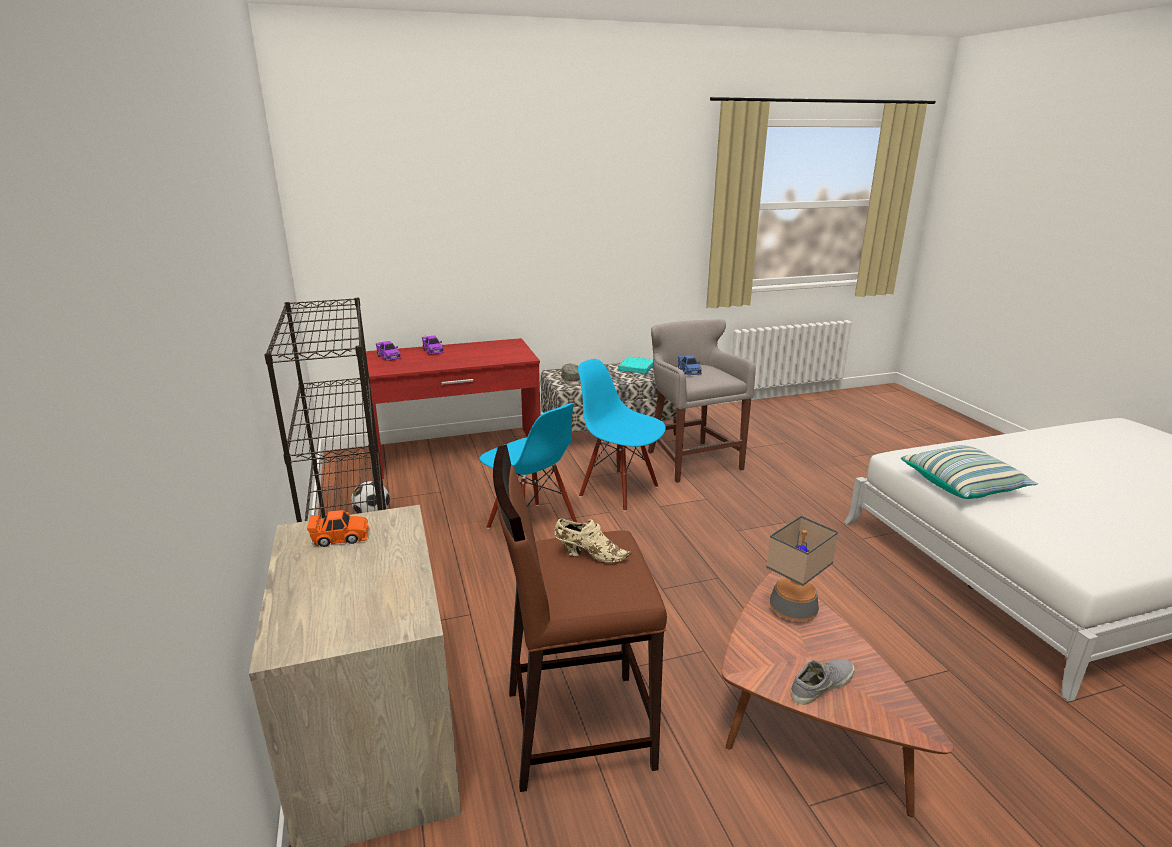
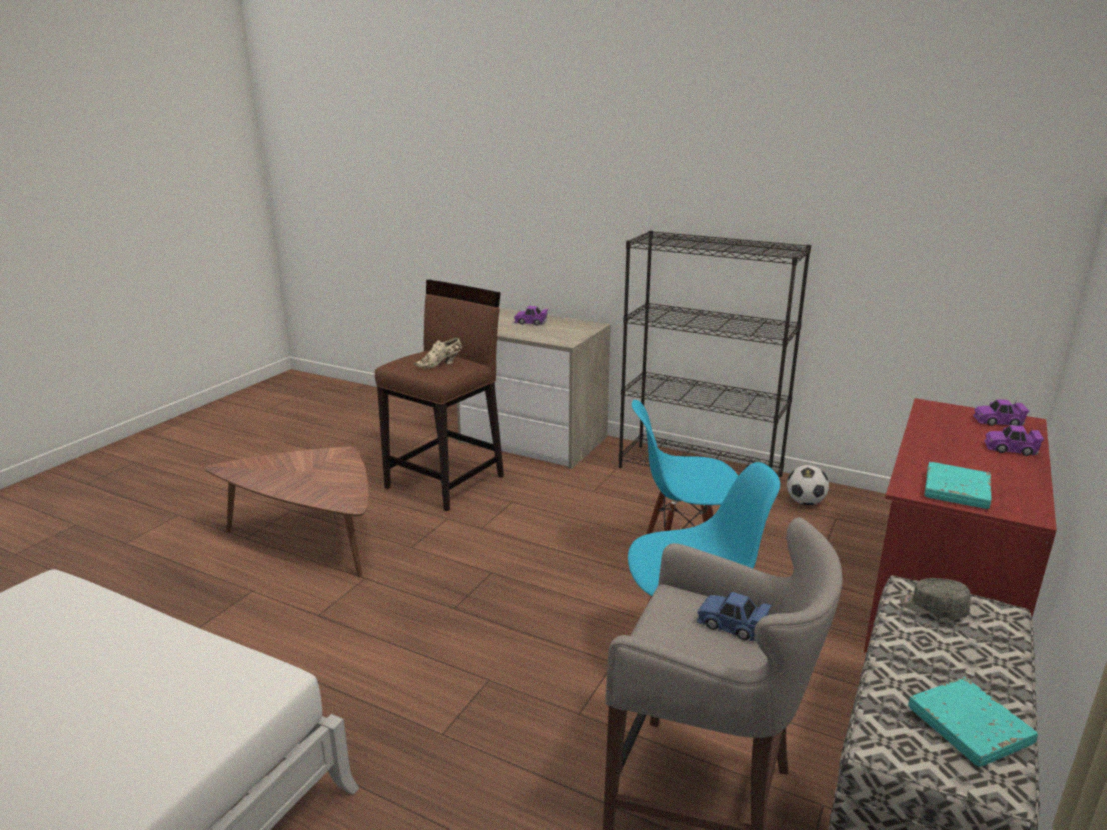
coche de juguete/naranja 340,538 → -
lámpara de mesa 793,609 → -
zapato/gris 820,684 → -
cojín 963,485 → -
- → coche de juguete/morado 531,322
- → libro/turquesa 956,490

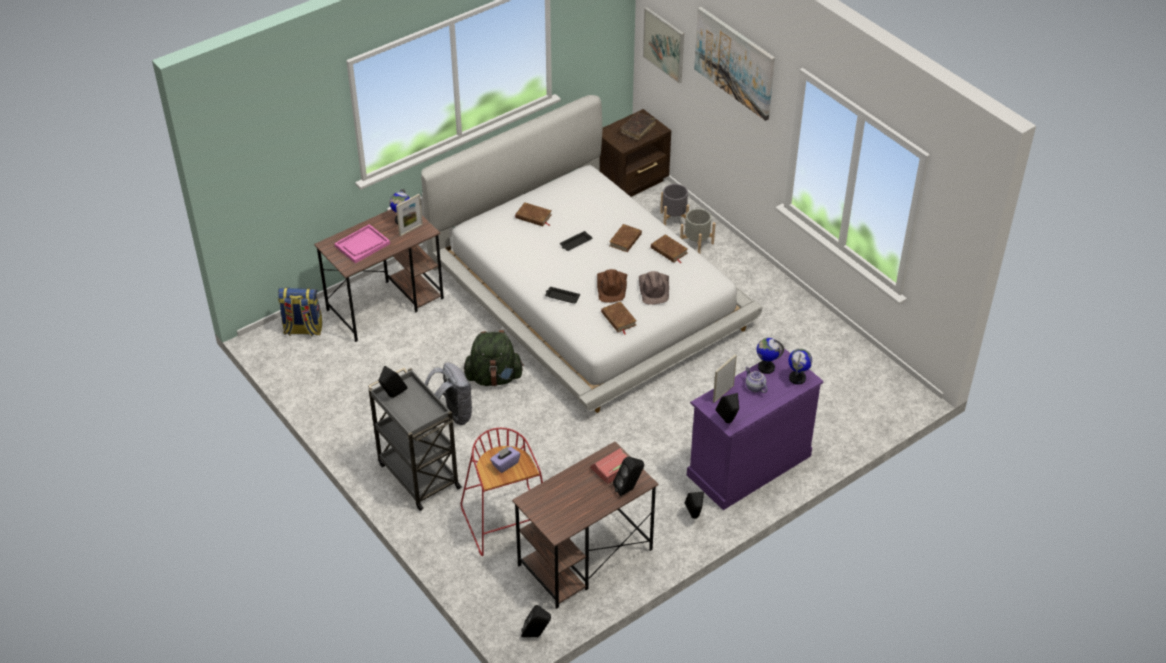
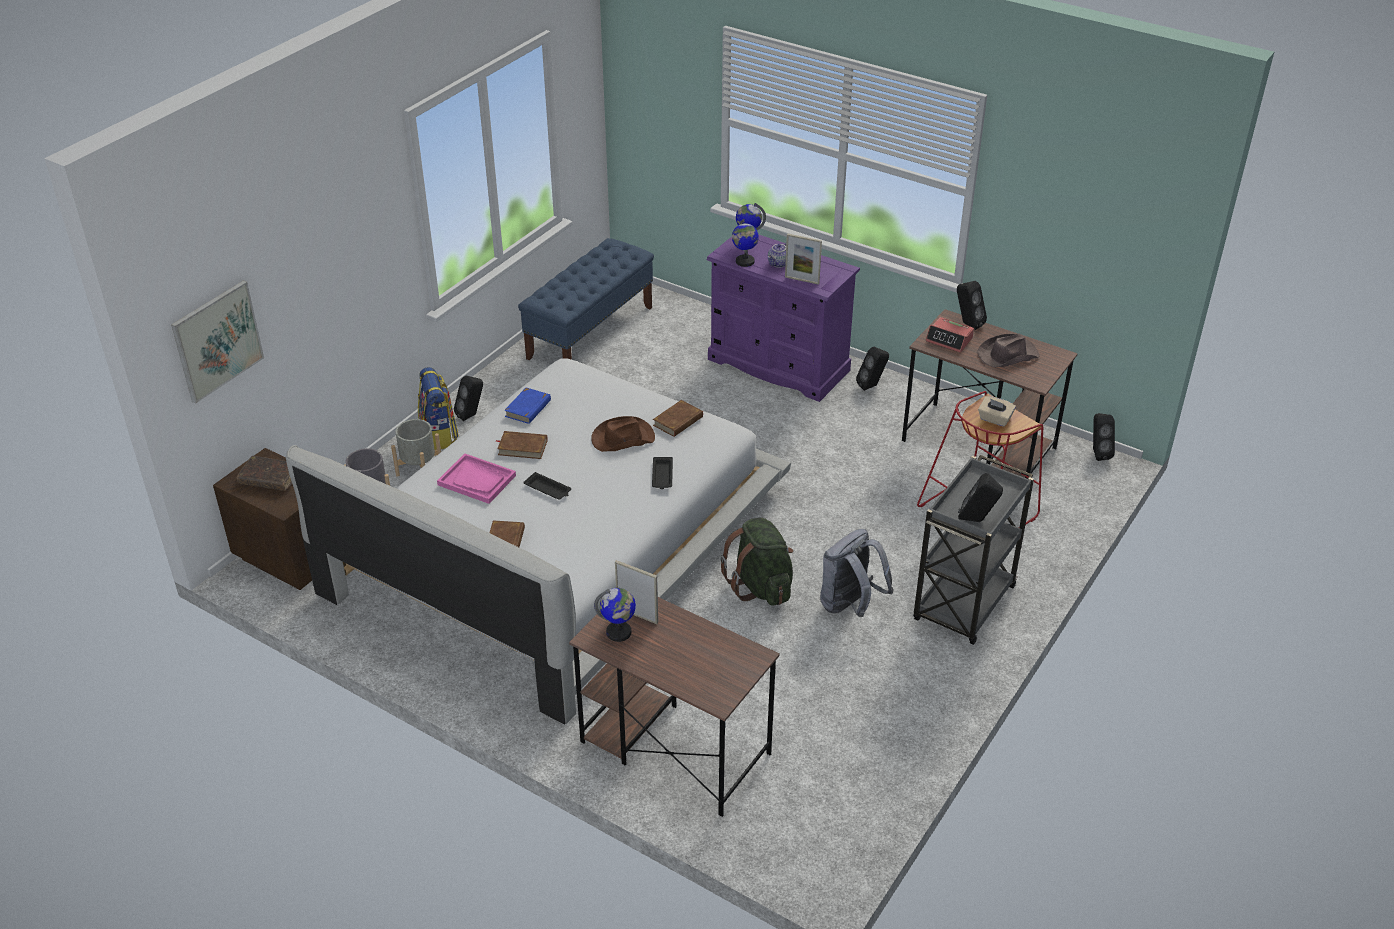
mochila 303,329 → mochila 439,435, move
bandeja/rosa 362,245 → bandeja/rosa 477,480, move
caja de pañuelos/morado 505,464 → caja de pañuelos/beis 994,419
sombrero/marrón 654,289 → sombrero/marrón 1007,355, move
libro/marrón 669,251 → libro/azul 528,408
cuadro 734,62 → -
altavoz/negro 728,422 → altavoz/negro 471,415, move
- → banco/azul 590,332

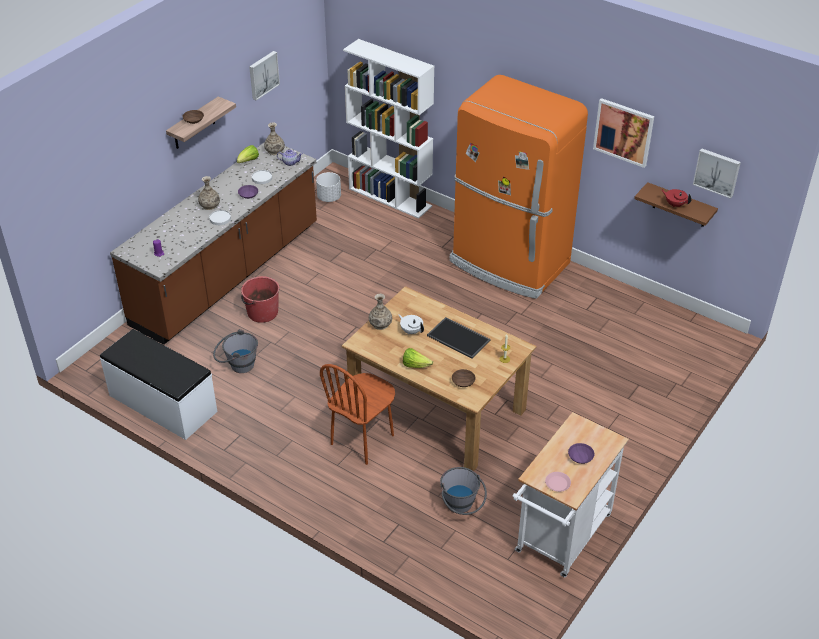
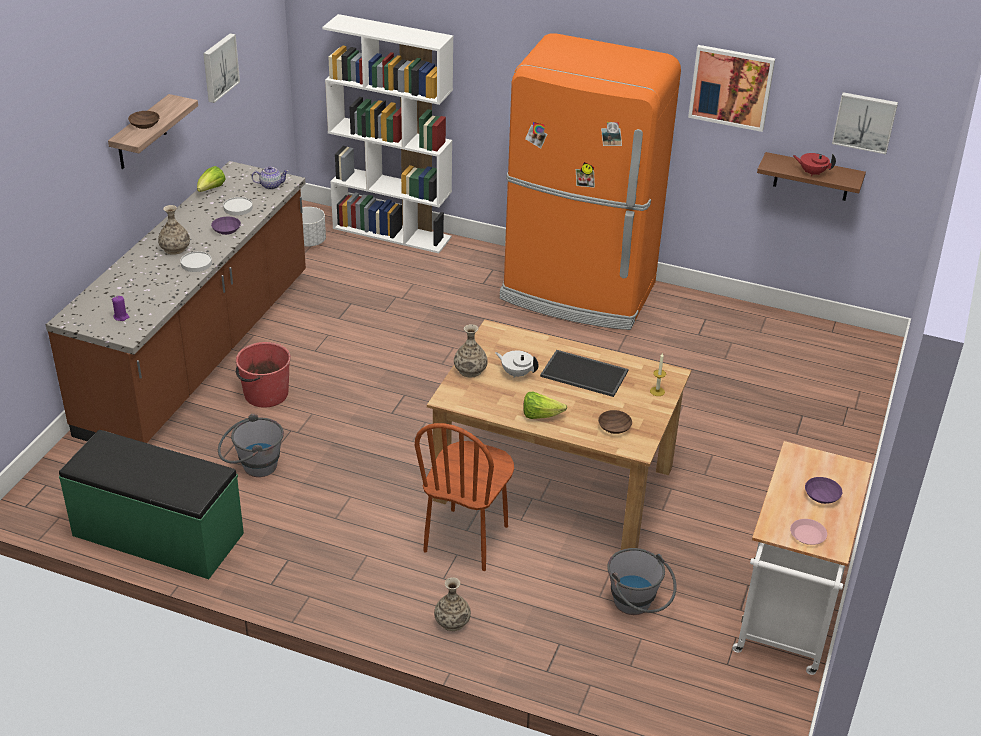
banco/blanco 162,404 → banco/verde 157,535
florero 274,151 → florero 452,621, move

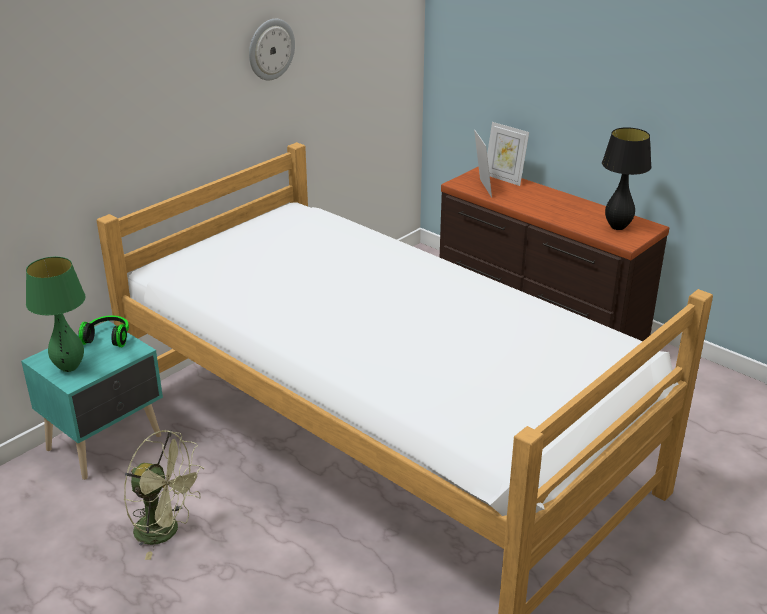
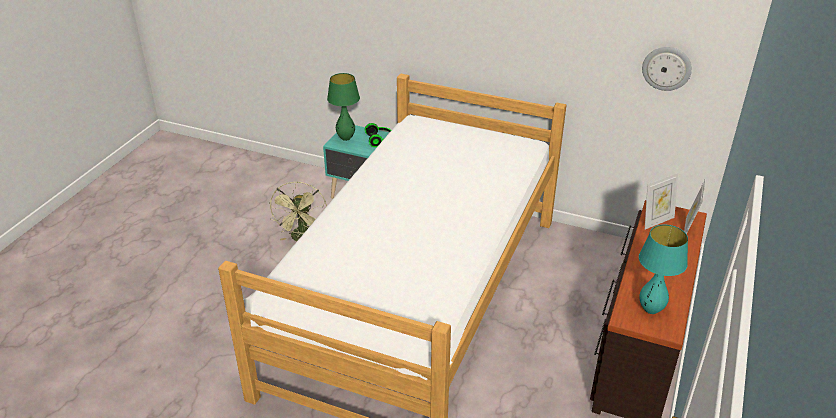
reloj de pared 270,49 → reloj de pared 666,68, move
lámpara de mesa/negro 617,227 → lámpara de mesa/turquesa 650,309

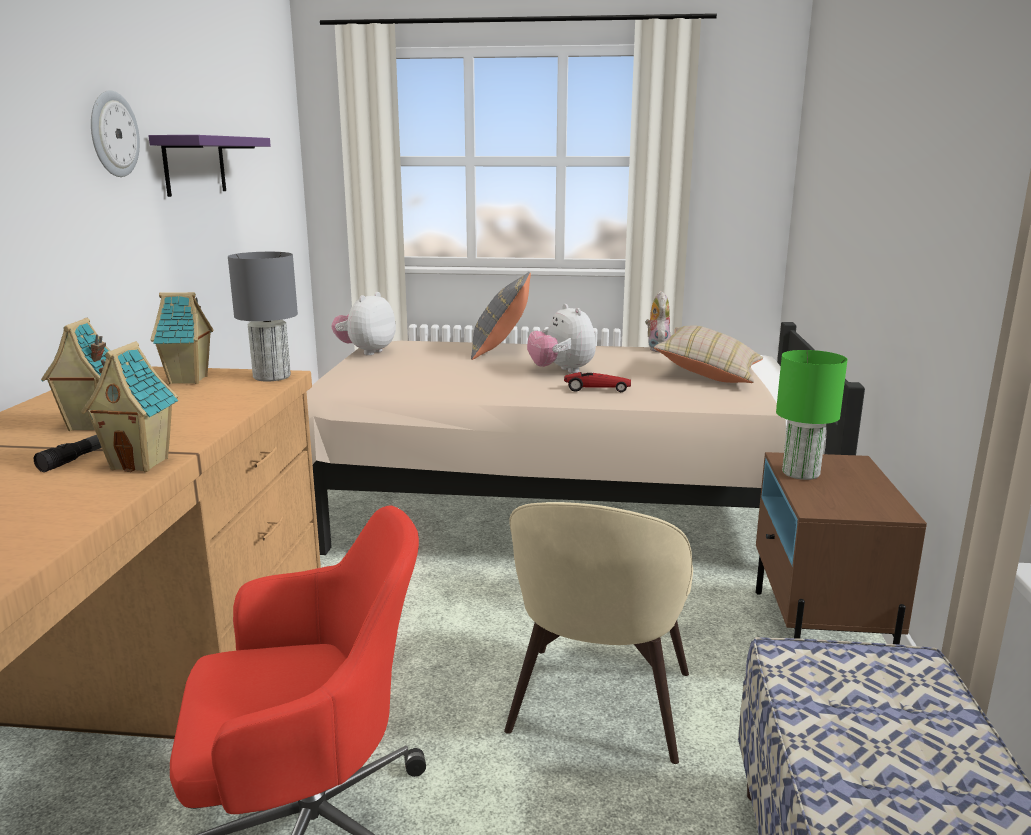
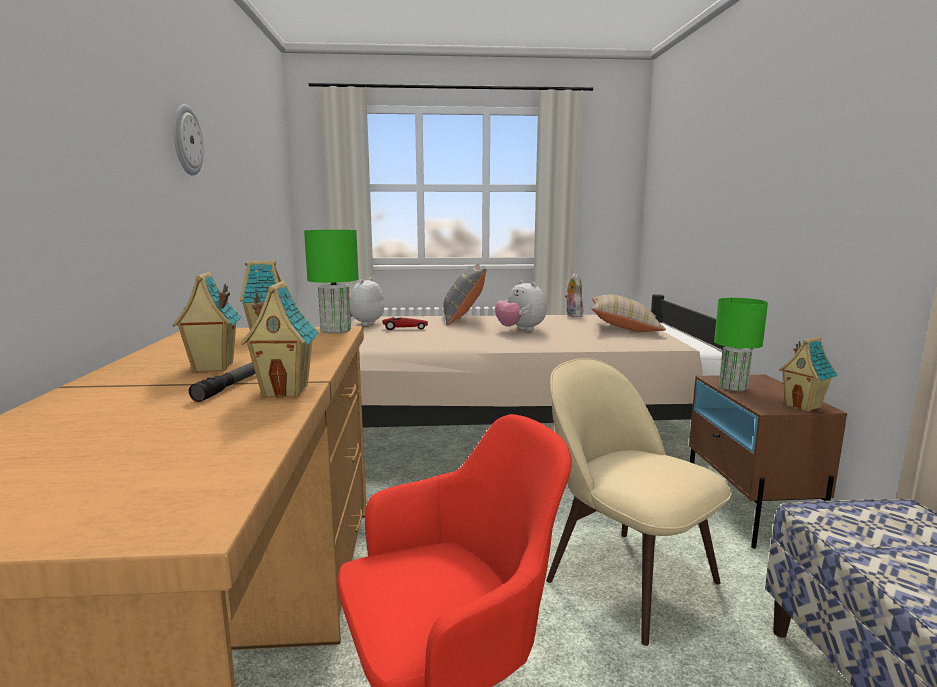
estante/morado 194,165 → -
lámpara de mesa/gris 273,376 → lámpara de mesa/verde 336,330
silla/beis 599,707 → silla/beis 626,577, 135 degrees clockwise
coche de juguete 597,389 → coche de juguete 405,328, move
- → casita 803,406

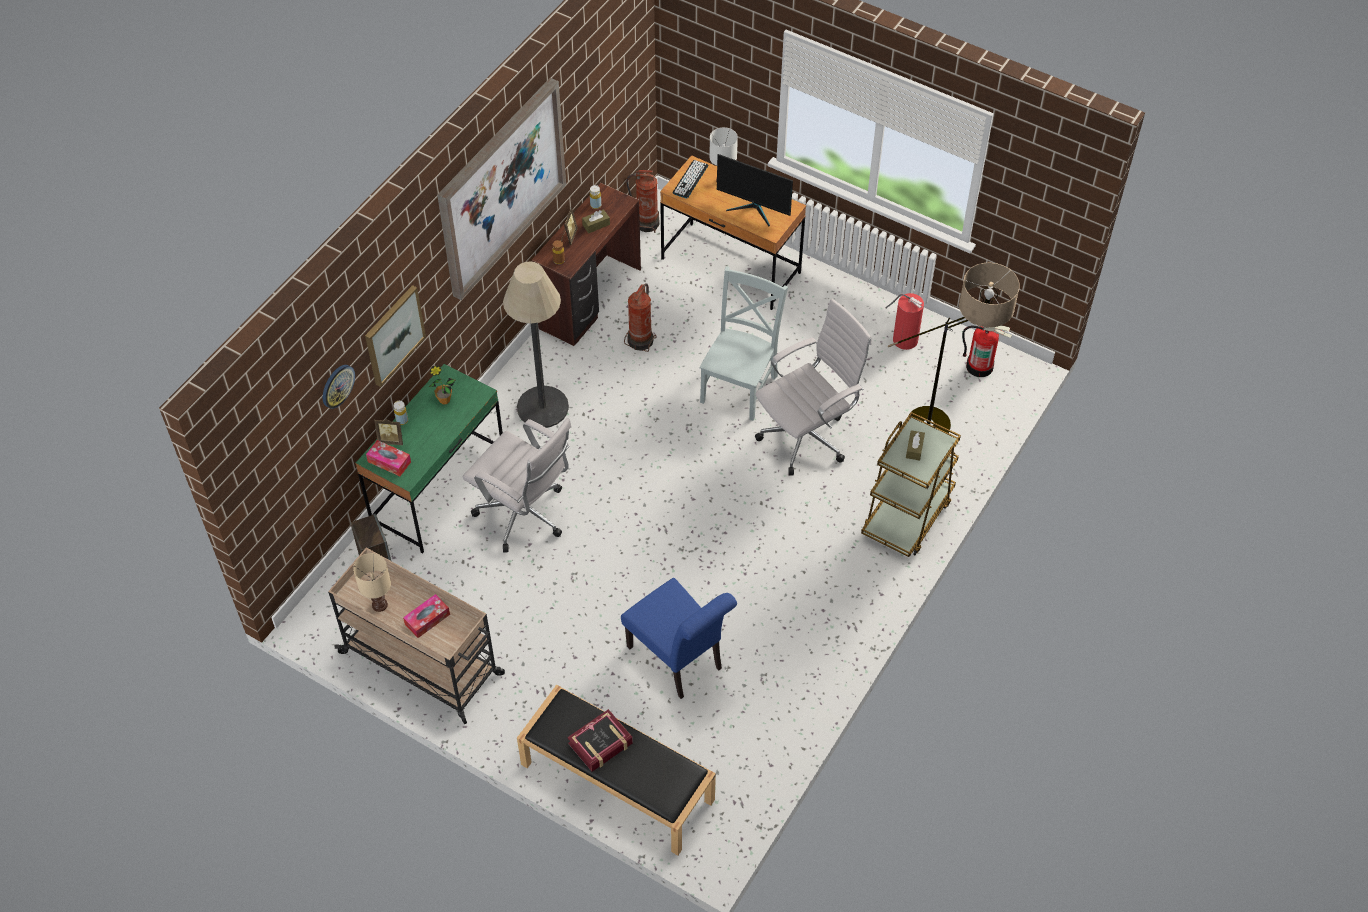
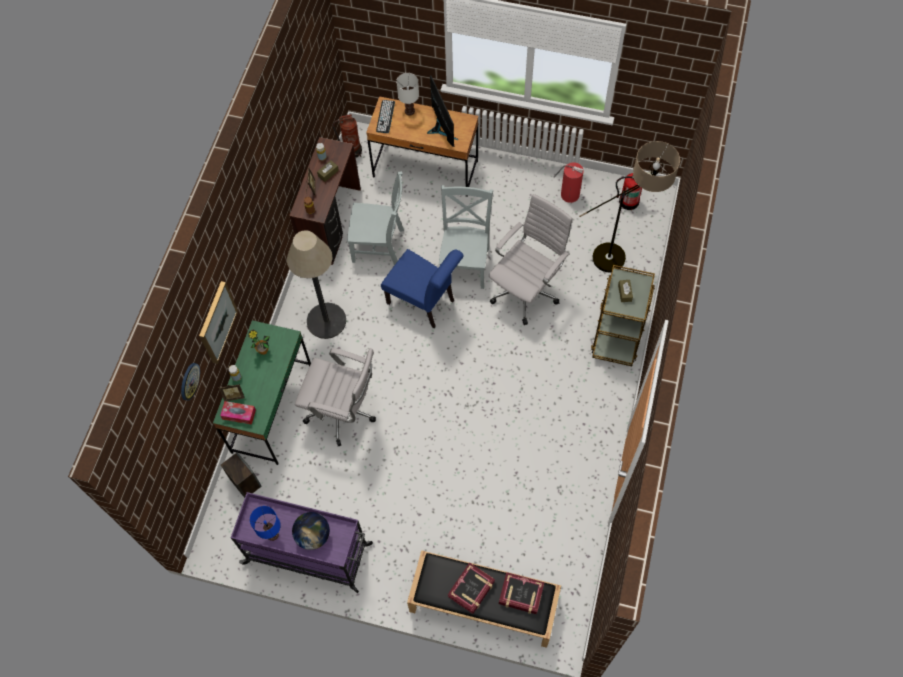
carrito/beis 423,664 → carrito/morado 309,554
lámpara de mesa/beis 380,605 → lámpara de mesa/azul 273,534
caja de pañuelos 427,619 → globo terráqueo 313,535
cuadro 501,187 → -
silla/azul 679,661 → silla/azul 424,303, move
extintor 641,340 → silla/gris 380,246
monitor 754,209 → monitor 441,128, 120 degrees counterclockwise
- → libro 521,594

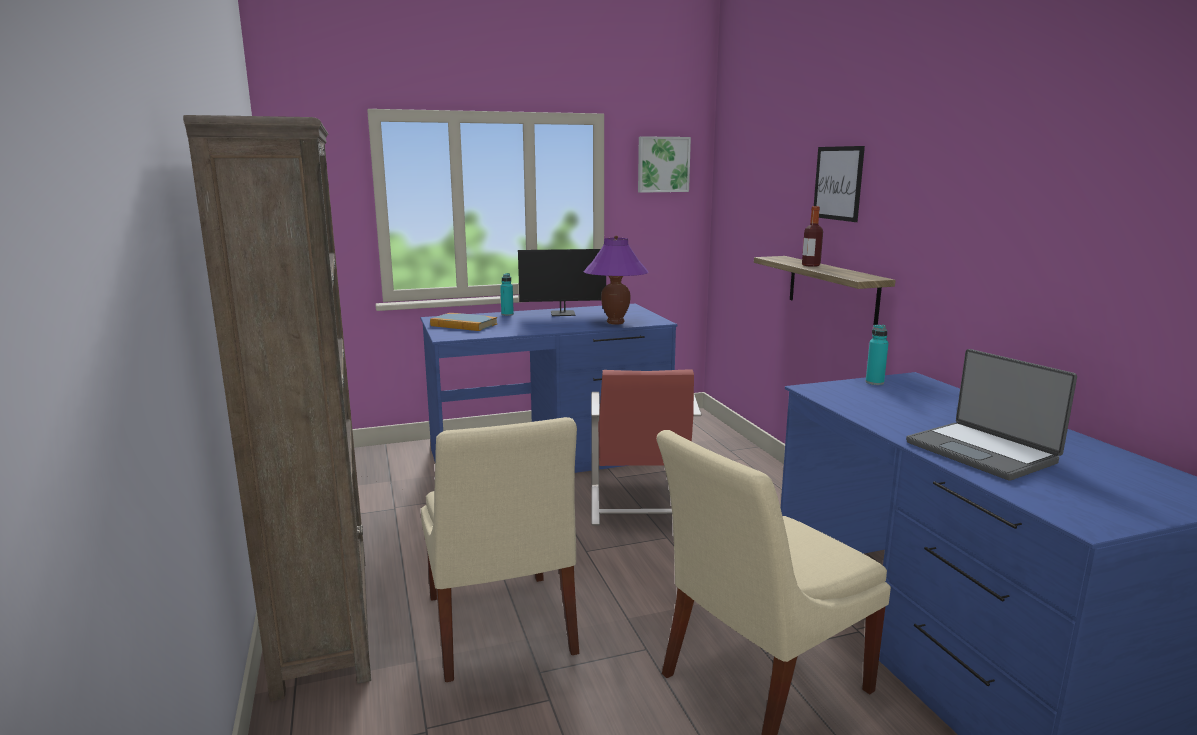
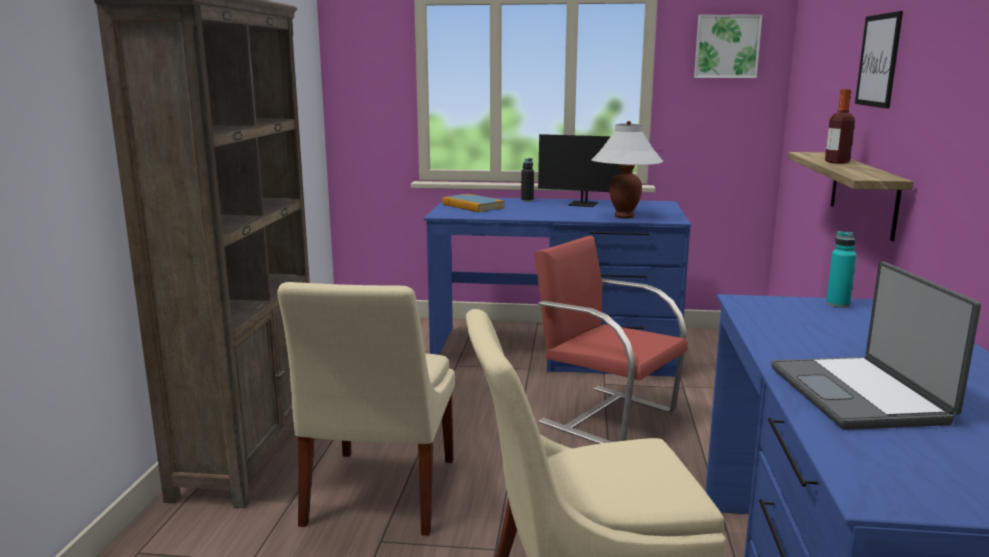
botella/turquesa 507,314 → botella/negro 527,201
lámpara de mesa/morado 615,322 → lámpara de mesa/blanco 624,216
silla/rojo 640,506 → silla/rojo 606,416, 105 degrees clockwise

